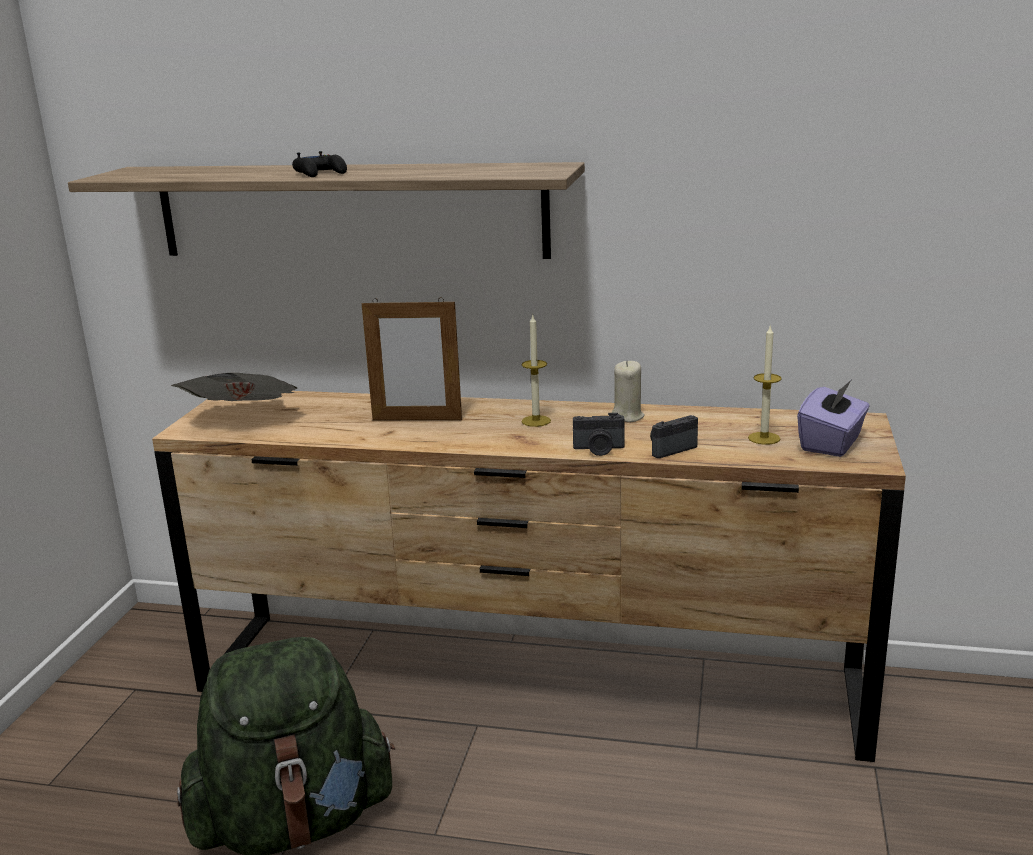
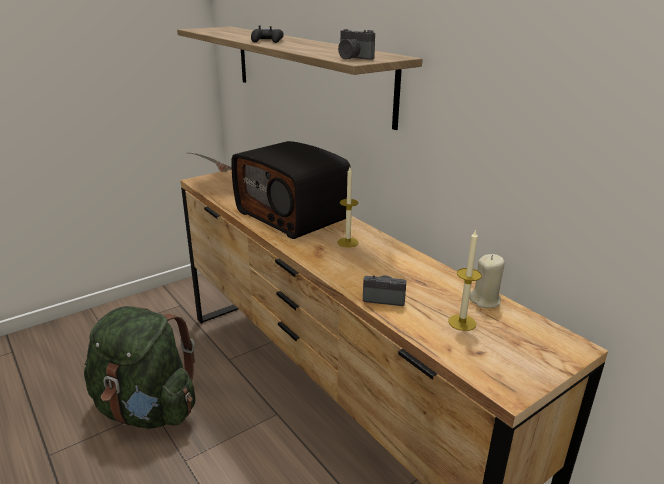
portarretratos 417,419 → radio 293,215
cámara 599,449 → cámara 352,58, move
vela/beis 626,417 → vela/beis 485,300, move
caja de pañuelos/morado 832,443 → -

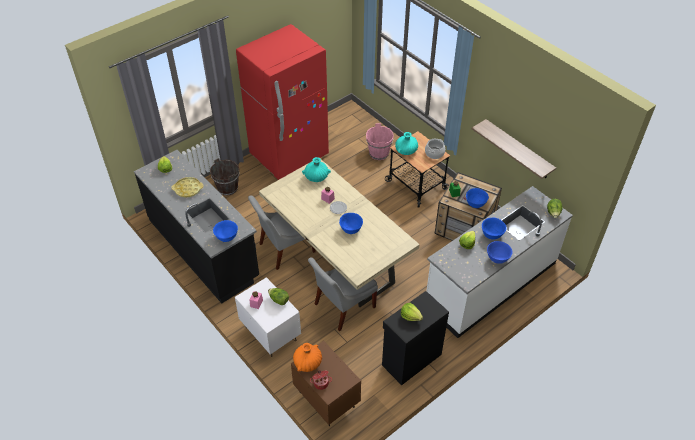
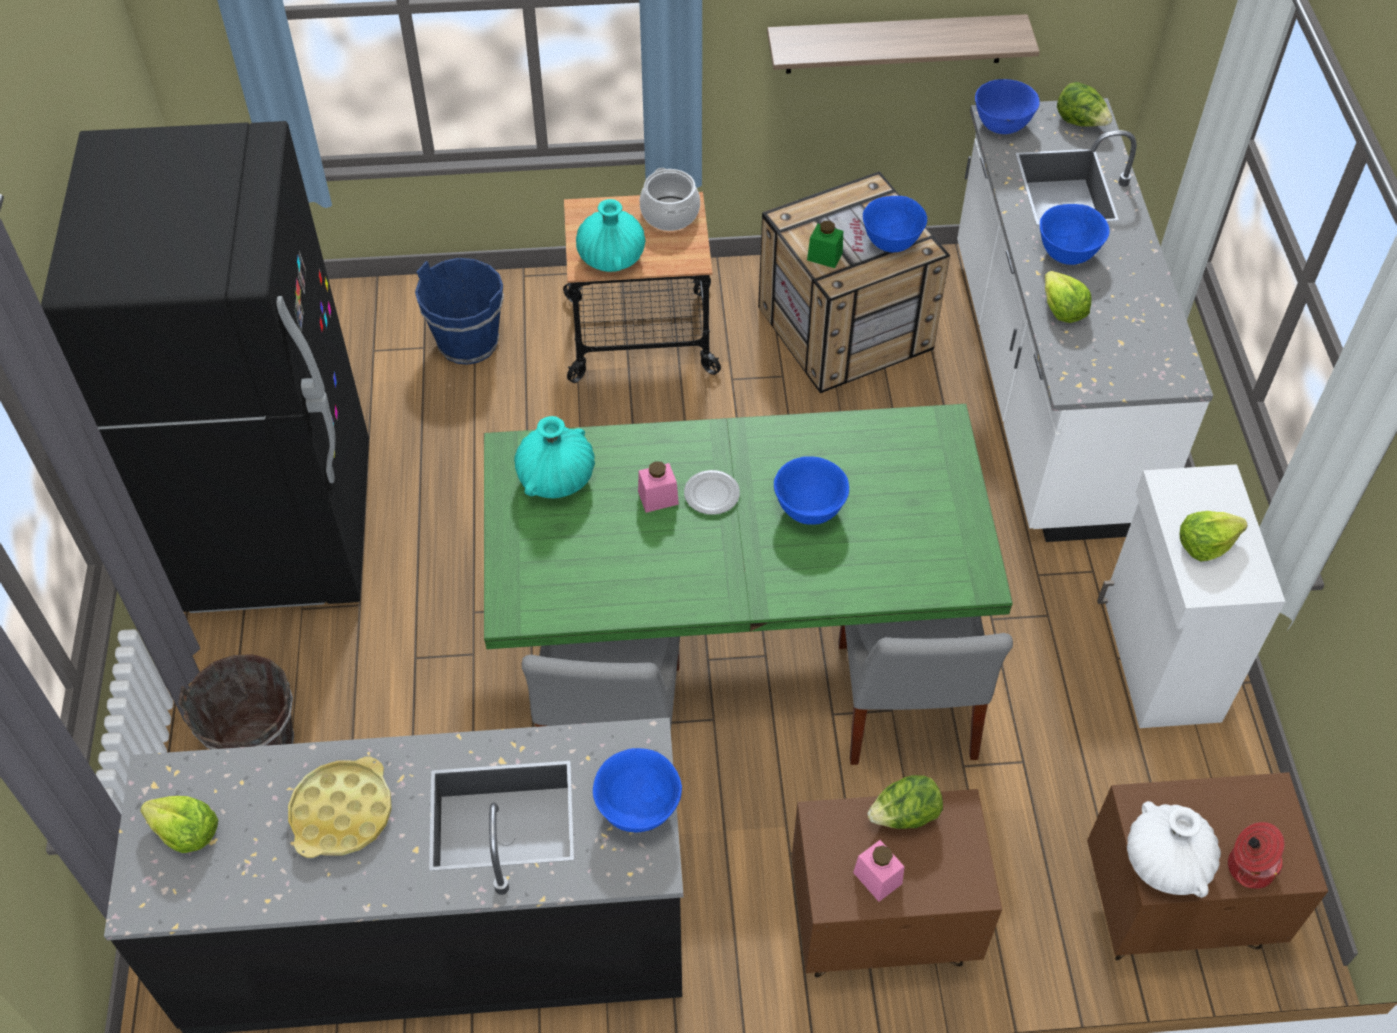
mesita de noche/blanco 270,334 → mesita de noche/marrón 880,927
nevera/rojo 289,155 → nevera/negro 281,528
mesa de comedor/beis 336,256 → mesa de comedor/verde 732,627
florero/naranja 307,363 → florero/blanco 1165,863
cubo/rosa 378,153 → cubo/azul 467,343
armario/negro 410,359 → armario/blanco 1158,659
cuenco/azul 497,258 → cuenco/azul 1002,126, move

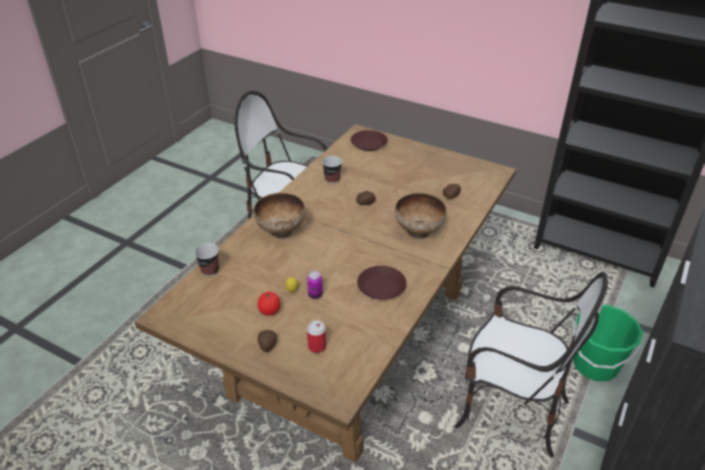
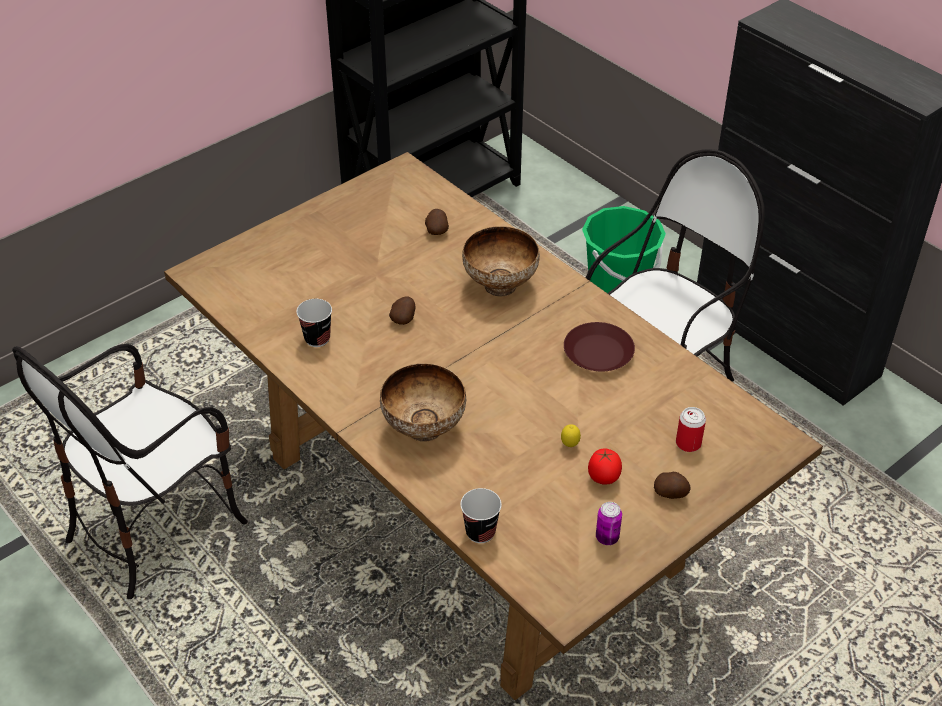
lata 315,295 → lata 607,537, move
plato/marrón 369,144 → -

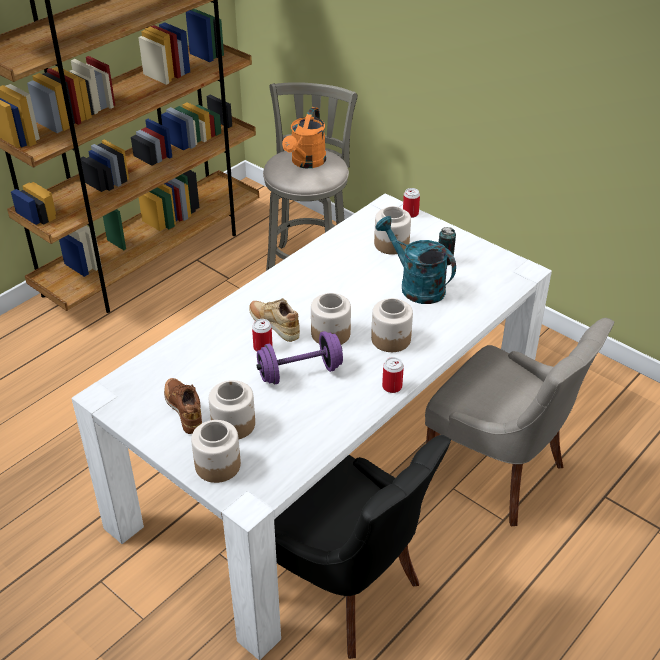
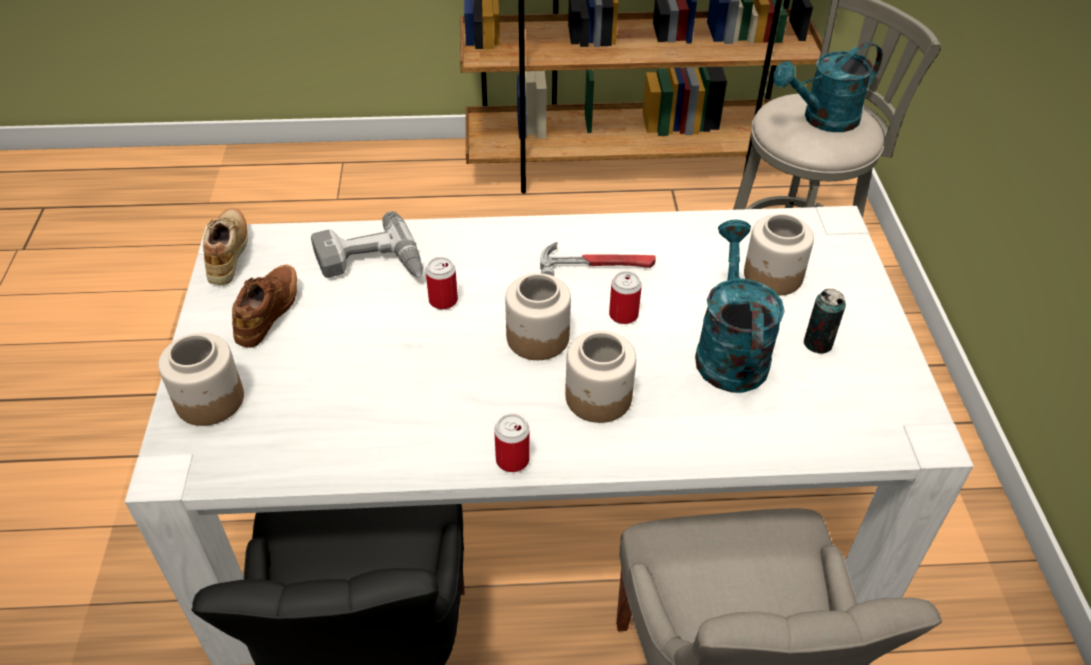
tarro 233,424 → -
zapato/beis 275,326 → zapato/beis 230,254, move
mancuerna/morado 300,372 → -
regadera/naranja 306,163 → regadera/turquesa 822,120
lata 410,214 → lata 623,315, move
- → taladro 370,265
- → martillo 597,264

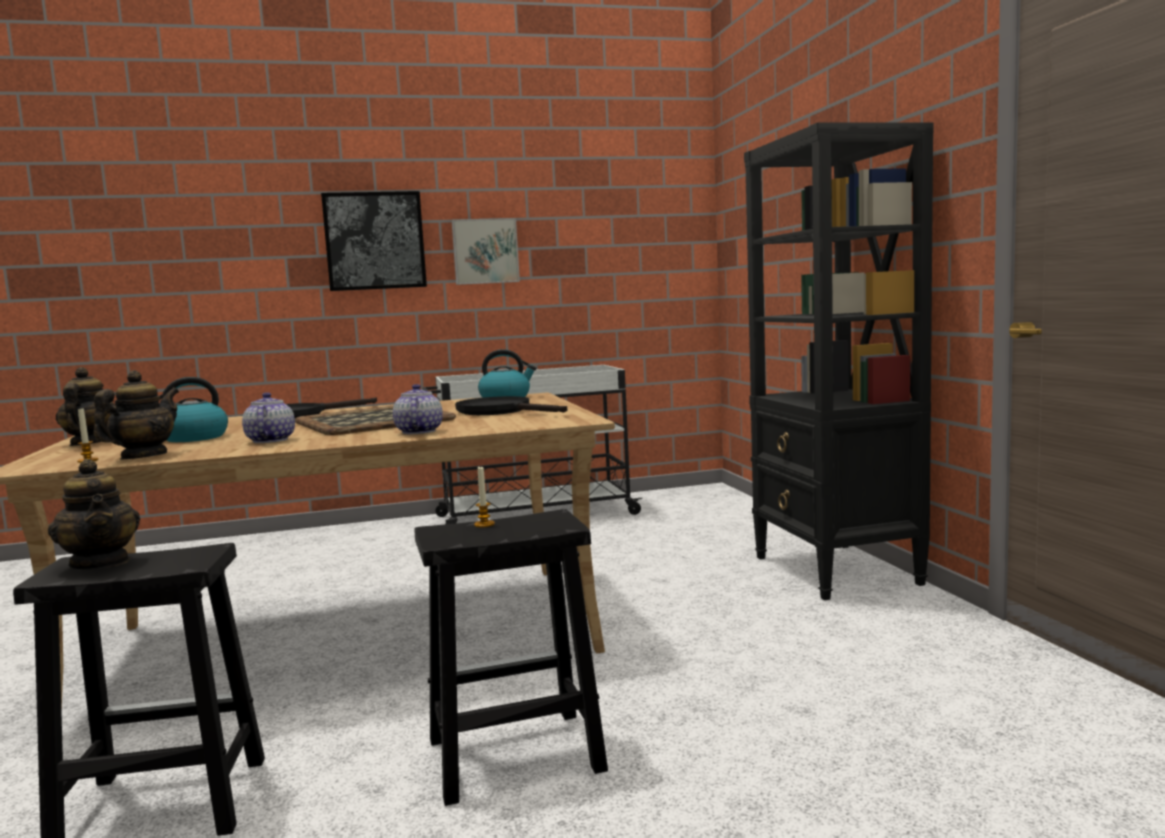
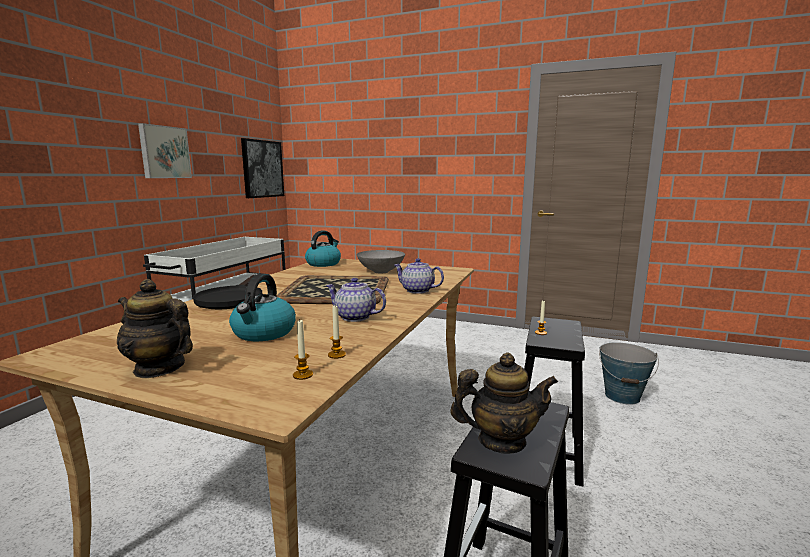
tetera 143,457 → vela 336,355
cuadro 375,241 → cuadro 262,169, move
sartén/negro 501,411 → cuenco/gris 380,271
estantería/negro 836,571 → -
- → cubo 622,396

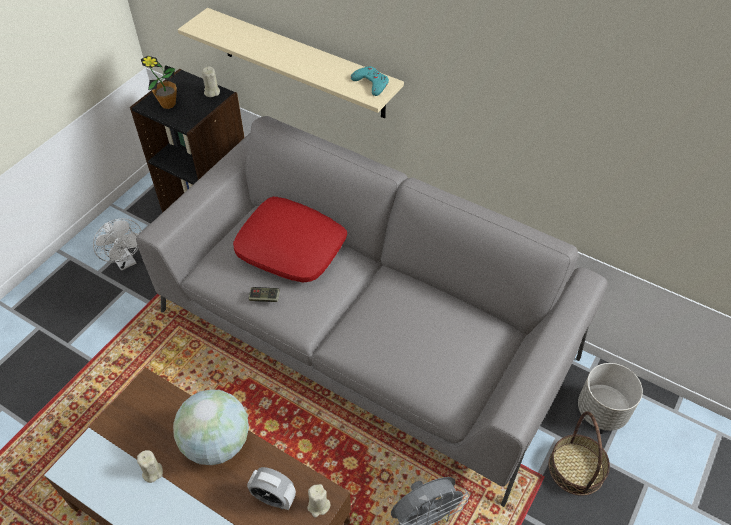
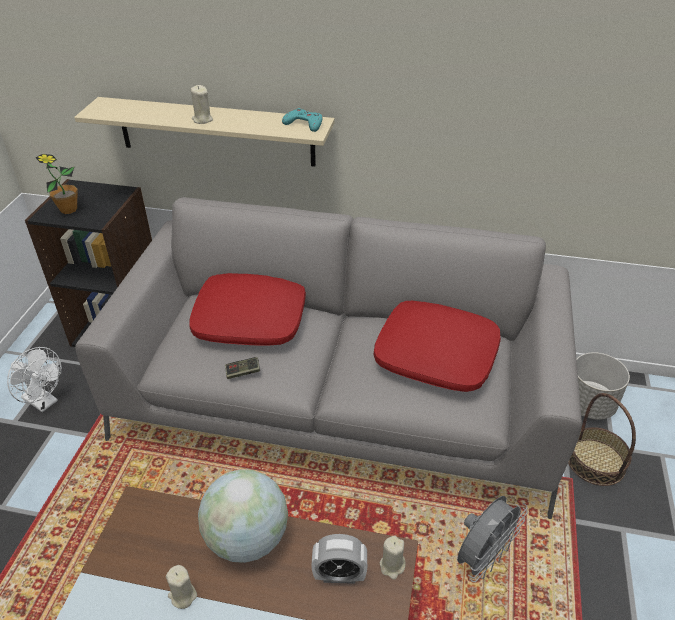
vela/beis 211,92 → vela/beis 202,119, move
- → cojín/rojo 436,355

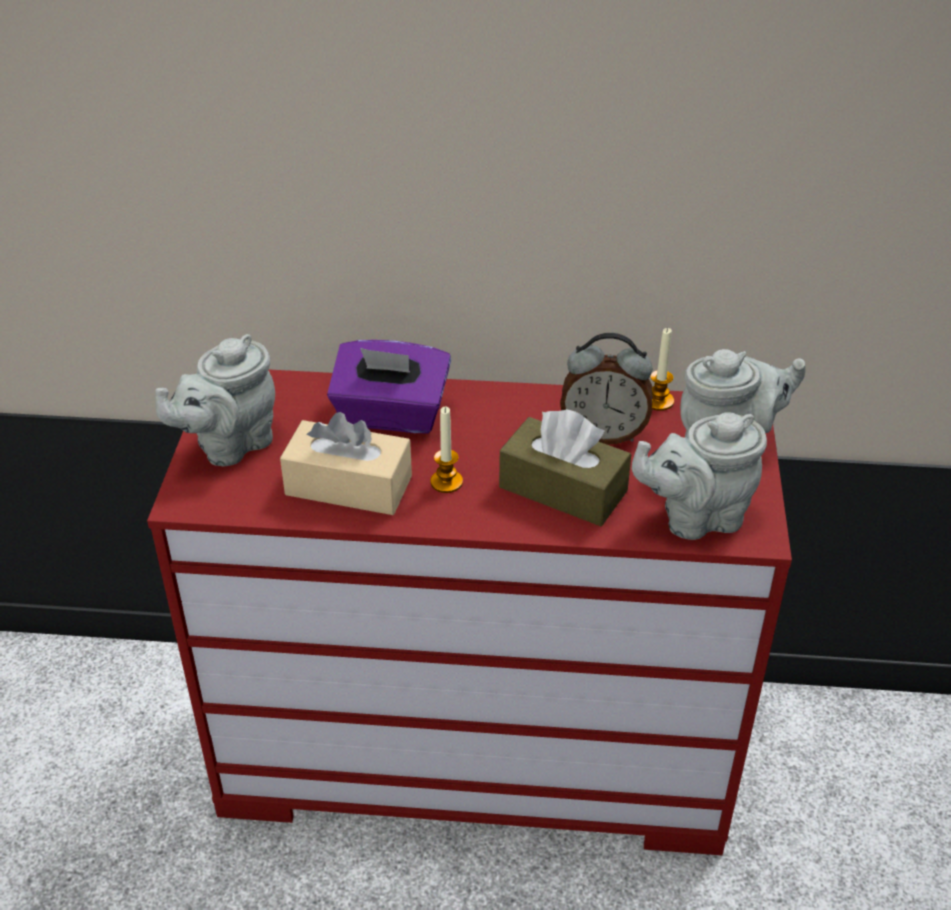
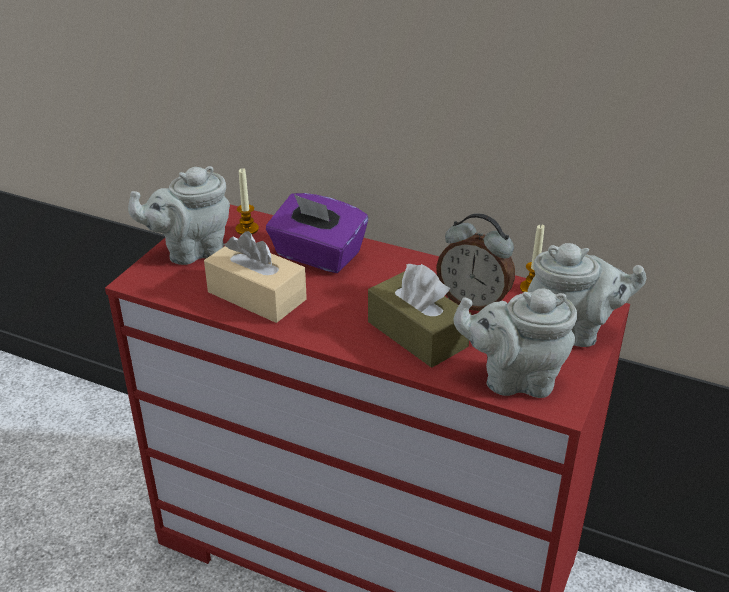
vela 446,482 → vela 247,229, move

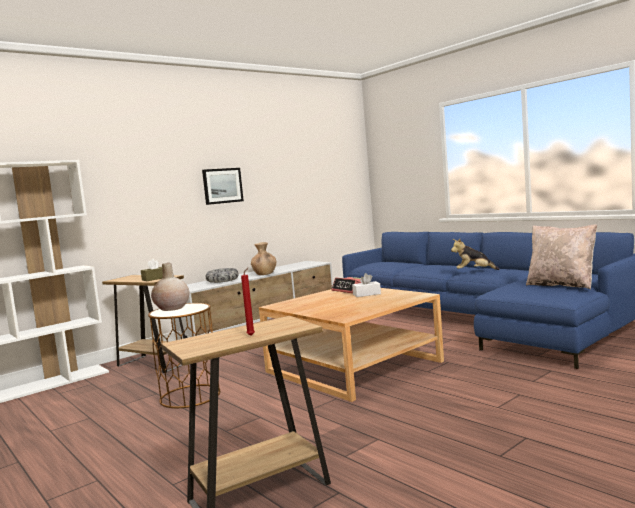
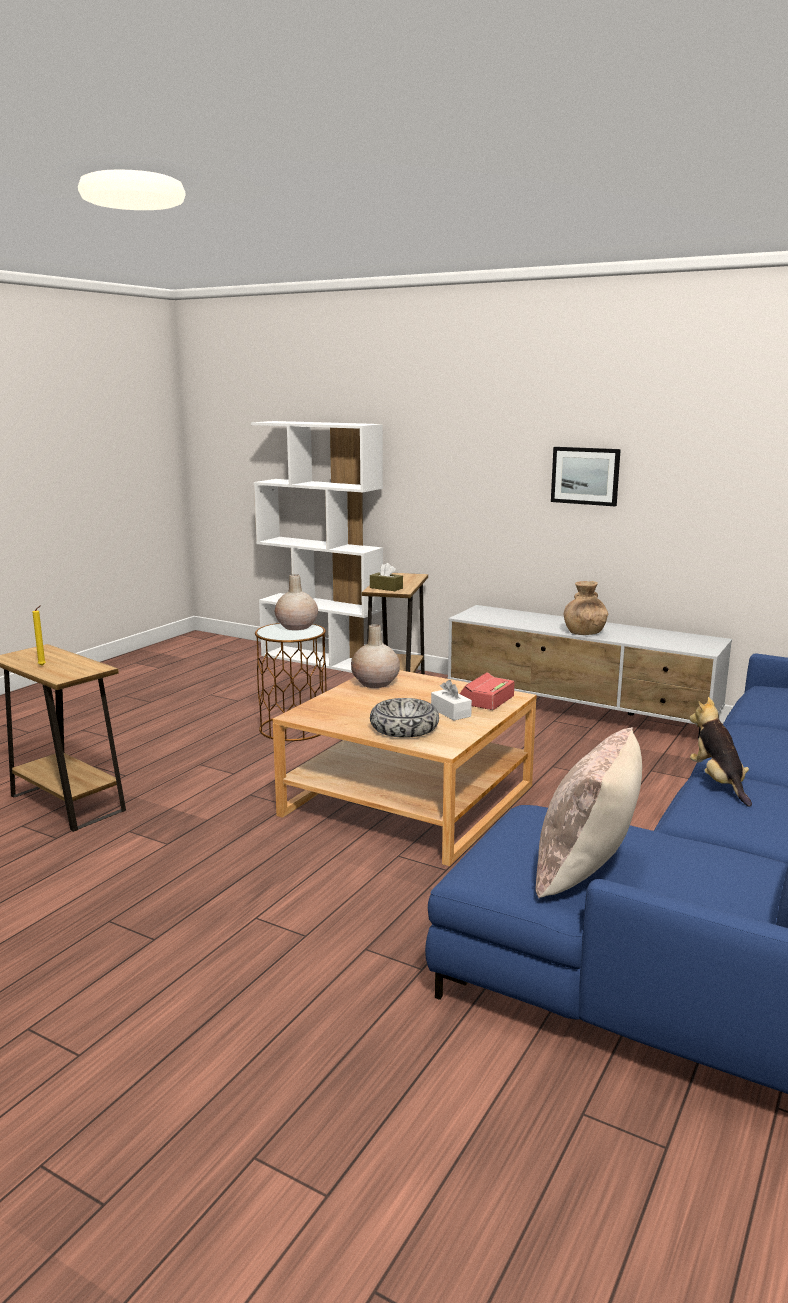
cuenco 222,280 → cuenco 404,728, move
vela/rojo 252,335 → vela/amarillo 43,666
- → florero/beis 375,683

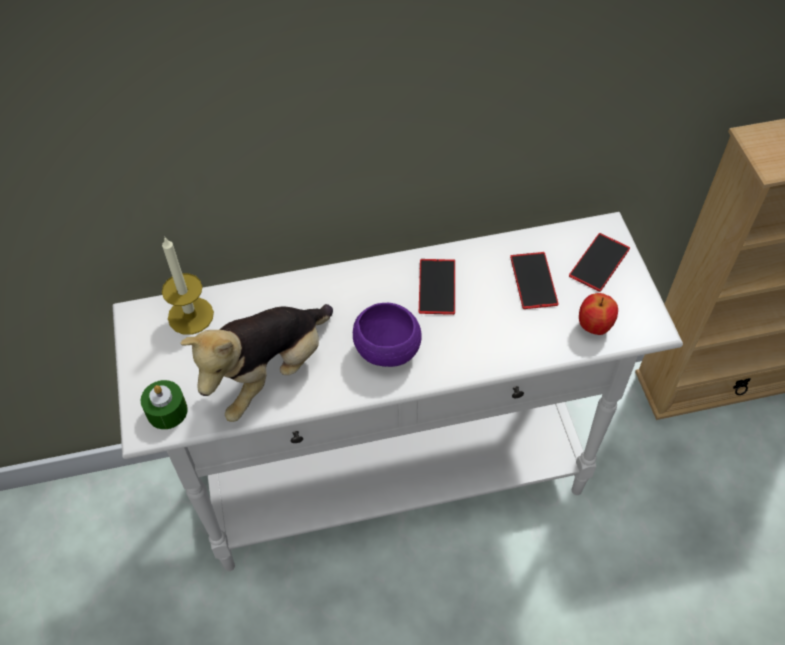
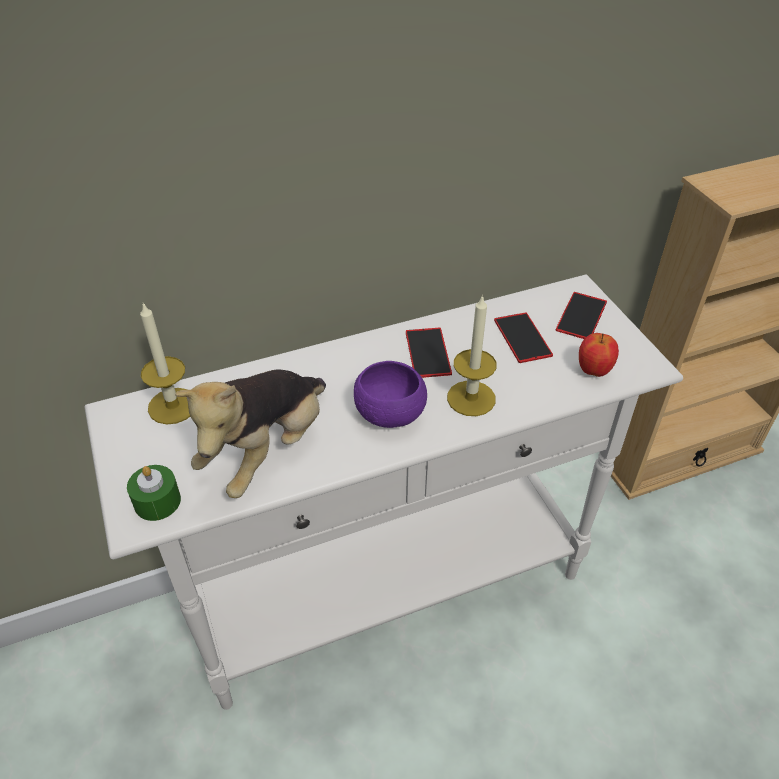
- → vela 471,398

